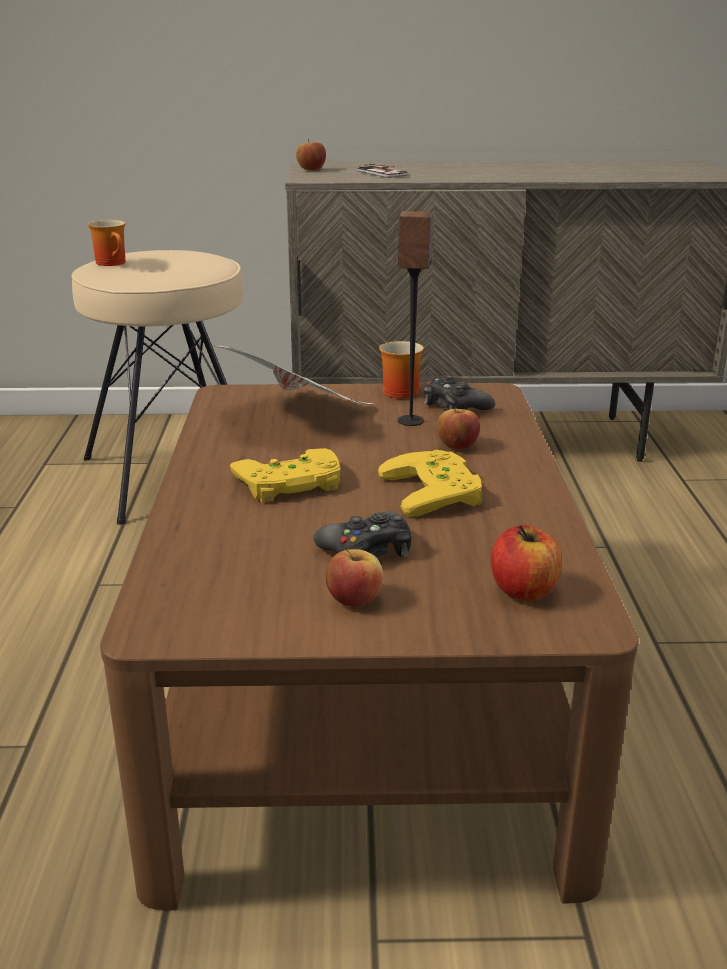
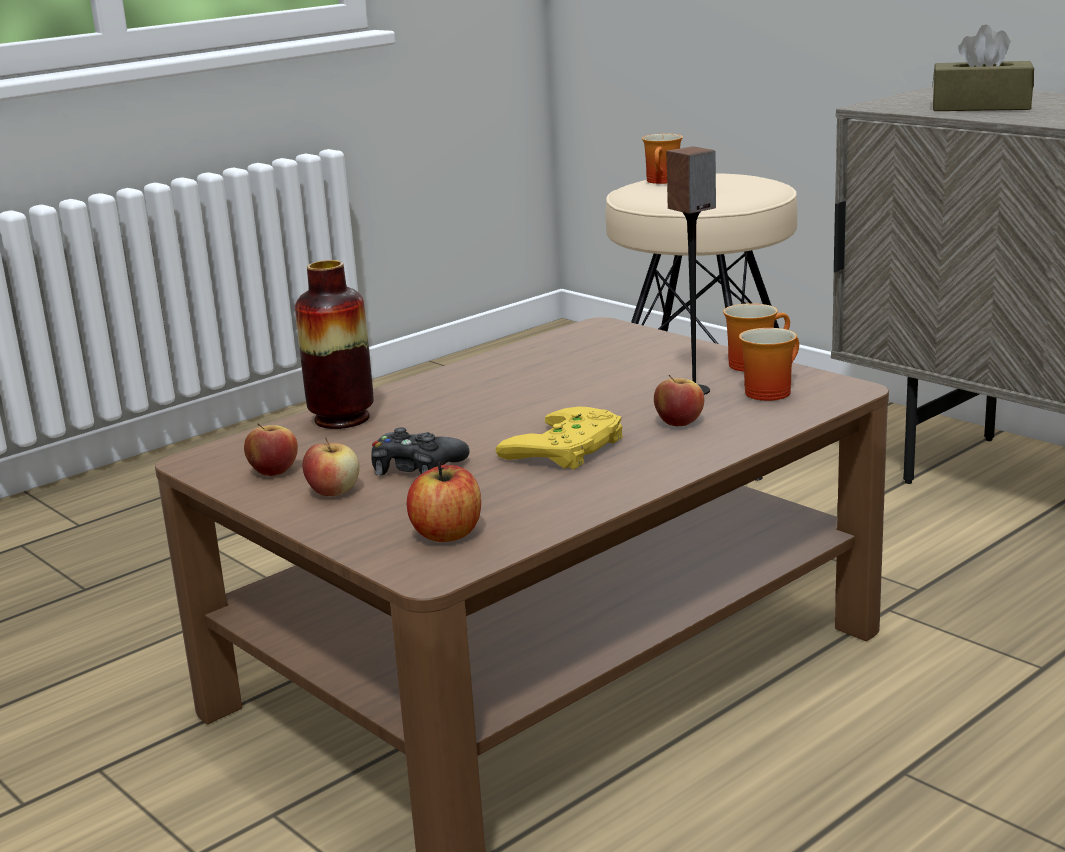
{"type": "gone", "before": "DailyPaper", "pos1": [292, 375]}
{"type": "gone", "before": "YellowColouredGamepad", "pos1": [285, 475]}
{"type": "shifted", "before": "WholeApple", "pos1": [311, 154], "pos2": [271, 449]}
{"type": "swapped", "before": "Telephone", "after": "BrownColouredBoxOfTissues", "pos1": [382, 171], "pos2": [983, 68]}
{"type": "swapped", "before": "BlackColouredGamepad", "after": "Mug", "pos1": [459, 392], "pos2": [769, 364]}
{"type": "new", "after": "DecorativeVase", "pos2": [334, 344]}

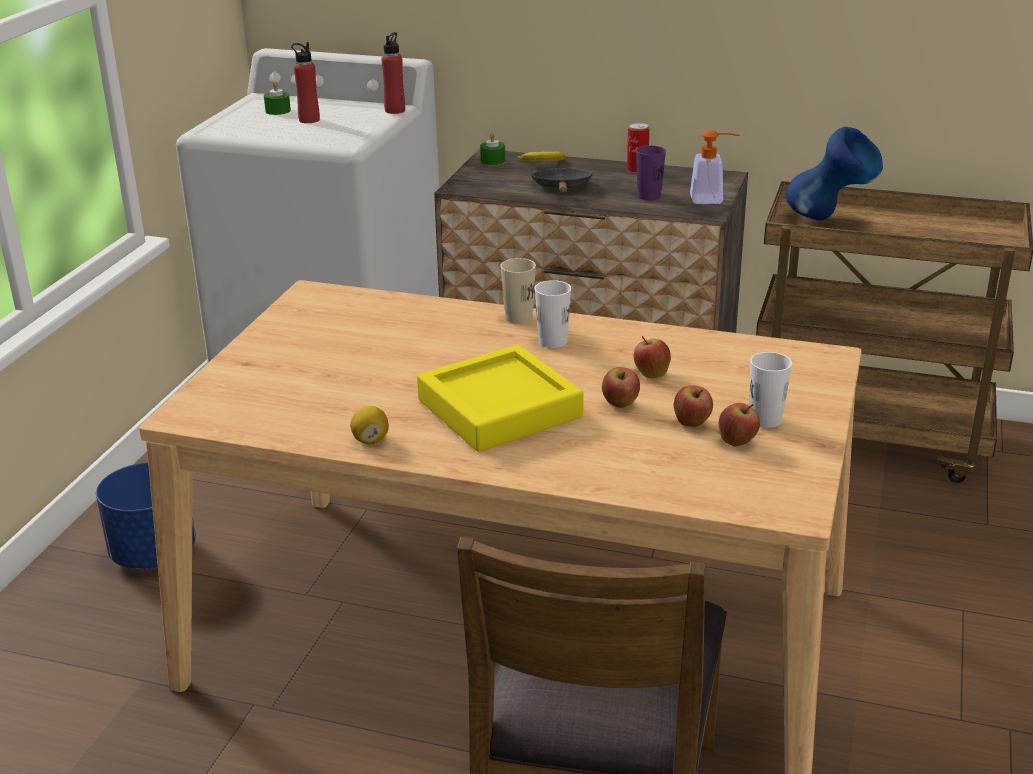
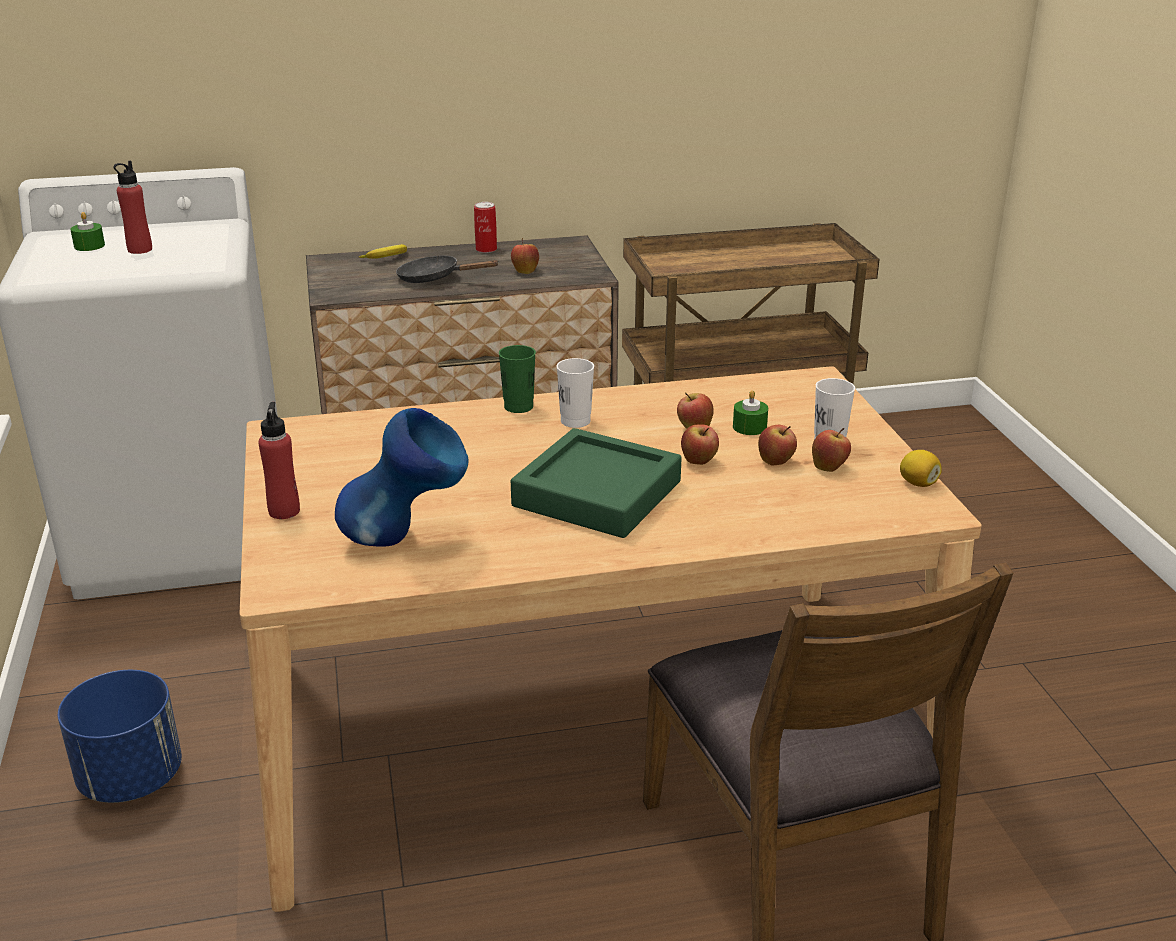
{"type": "shifted", "before": "WholeLemon", "pos1": [369, 425], "pos2": [921, 468]}
{"type": "shifted", "before": "RedColouredBottle", "pos1": [393, 73], "pos2": [279, 460]}
{"type": "repainted", "before": "YellowColouredServingTray", "after": "GreenServingTray", "pos1": [500, 398], "pos2": [596, 483]}
{"type": "shifted", "before": "GreenWaxCandle", "pos1": [492, 148], "pos2": [750, 412]}
{"type": "repainted", "before": "SandColouredCup", "after": "GreenCup", "pos1": [518, 291], "pos2": [517, 379]}
{"type": "rotated", "before": "BlackColouredSkillet", "pos1": [562, 180], "pos2": [447, 269], "turn": -45}
{"type": "swapped", "before": "PurplishCup", "after": "WholeApple", "pos1": [651, 172], "pos2": [525, 256]}
{"type": "gone", "before": "LiquidSoapBottle", "pos1": [715, 167]}
{"type": "shifted", "before": "BluishDecorativeVase", "pos1": [834, 173], "pos2": [402, 477]}

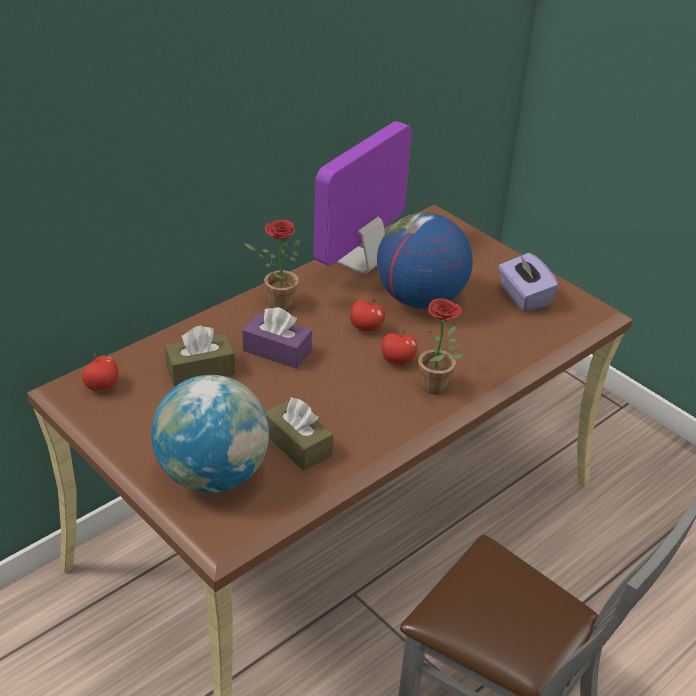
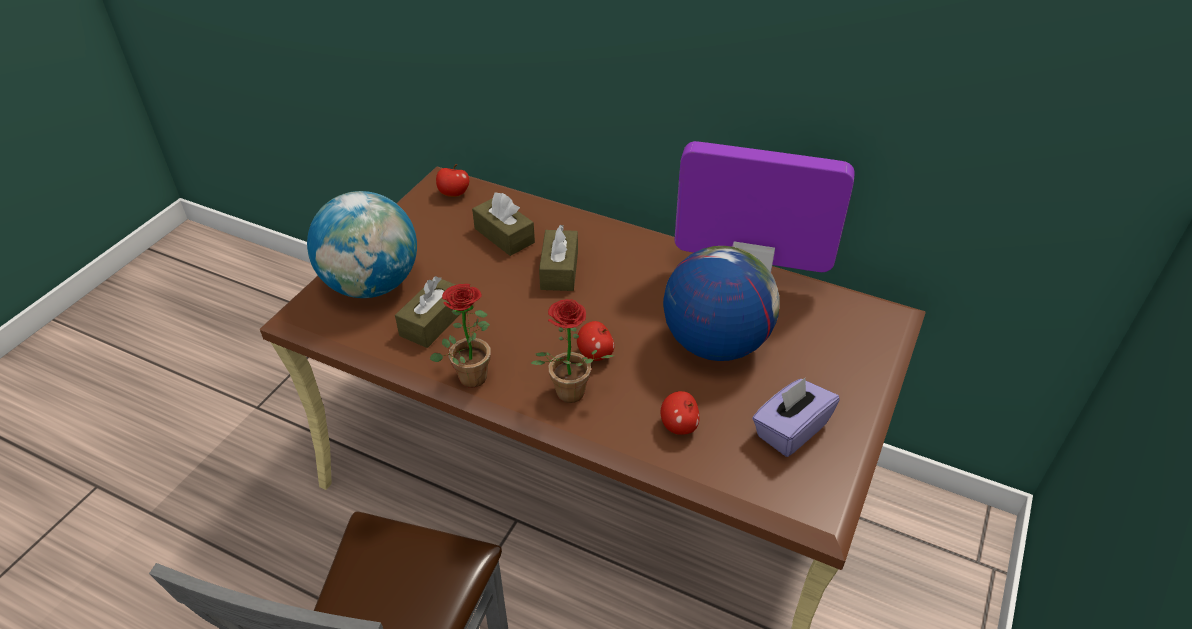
{"type": "repainted", "before": "PurplishBoxOfTissues", "after": "BrownColouredBoxOfTissues", "pos1": [277, 338], "pos2": [558, 258]}
{"type": "shifted", "before": "Houseplant", "pos1": [272, 265], "pos2": [460, 335]}
{"type": "shifted", "before": "WholeApple", "pos1": [367, 315], "pos2": [680, 413]}

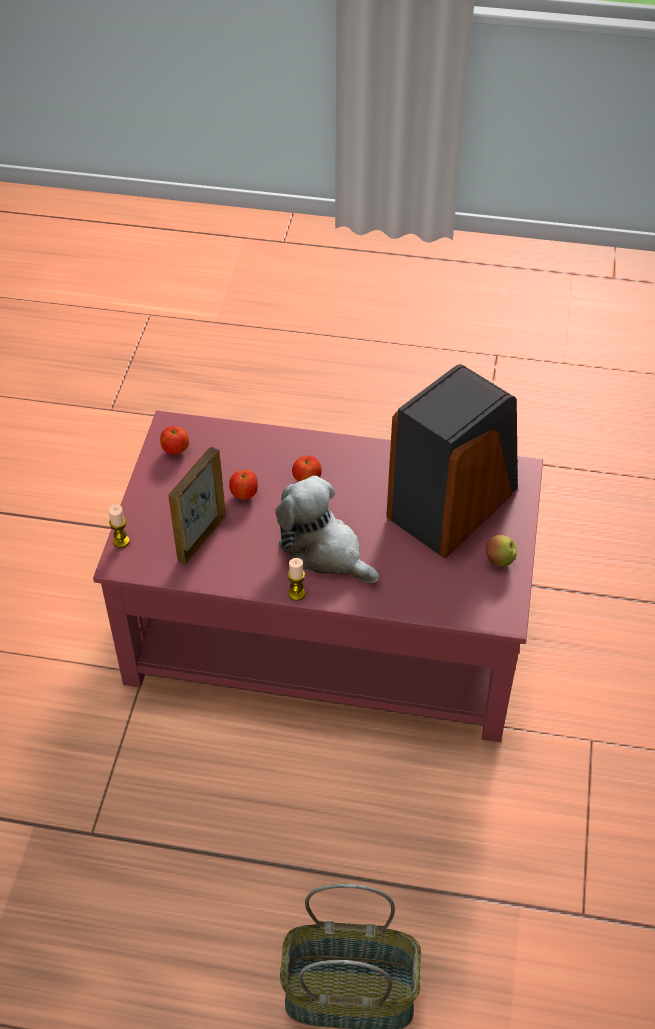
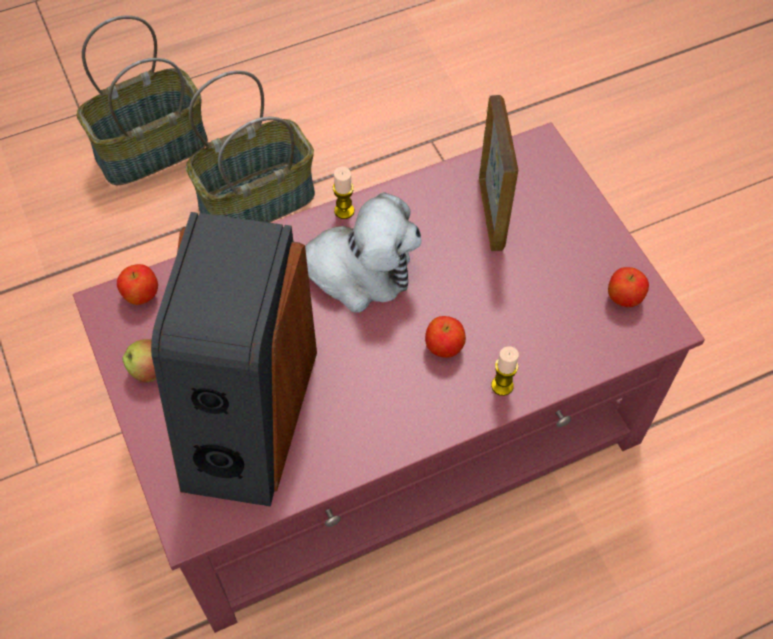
{"type": "shifted", "before": "WaxCandle", "pos1": [119, 526], "pos2": [505, 371]}
{"type": "shifted", "before": "WholeApple", "pos1": [243, 485], "pos2": [137, 284]}
{"type": "new", "after": "HouseholdBasket", "pos2": [250, 146]}

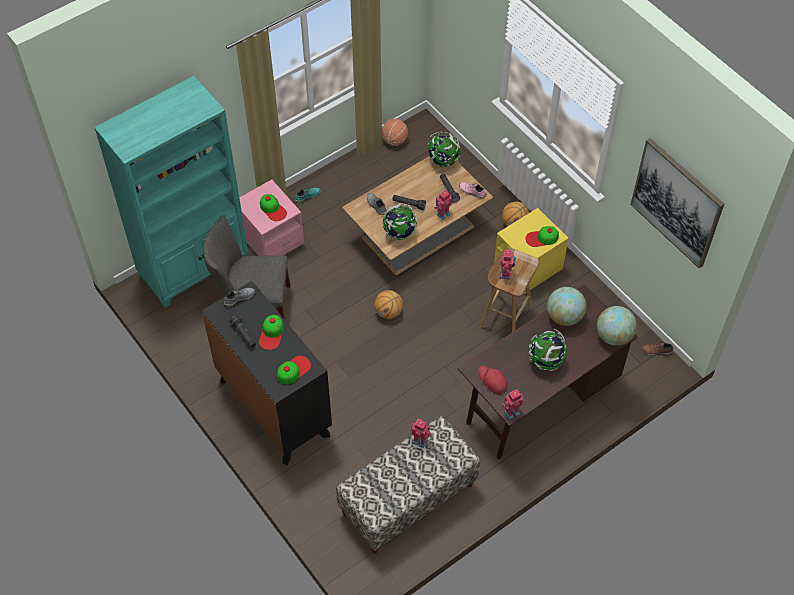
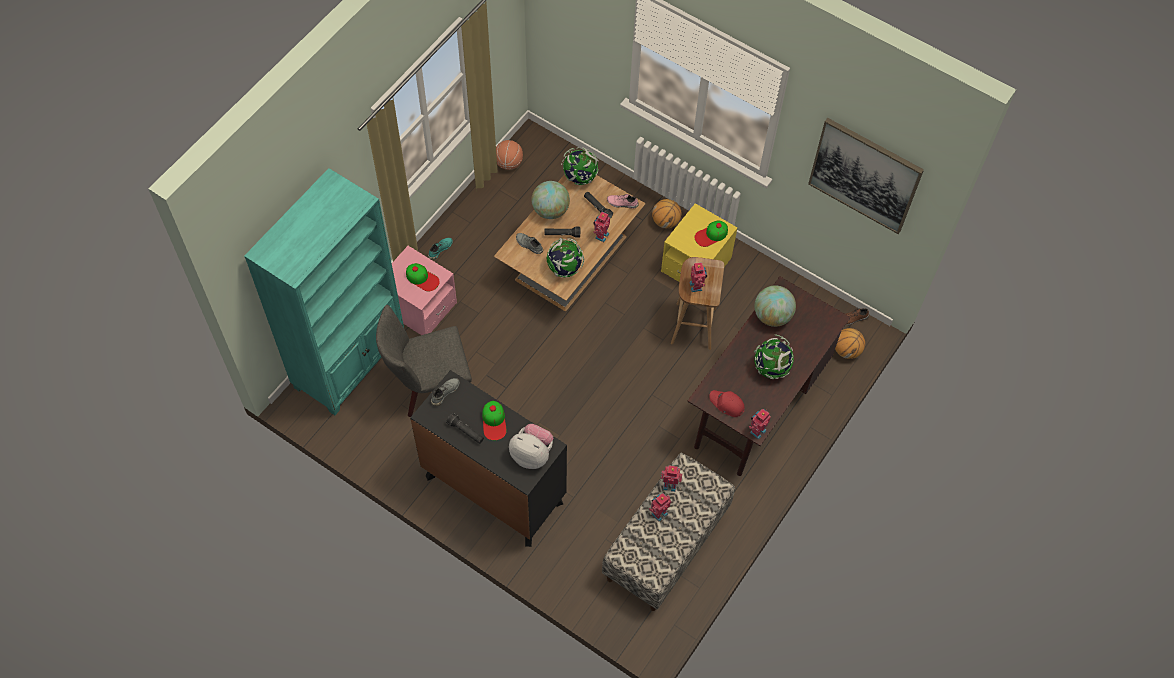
{"type": "swapped", "before": "Cap", "after": "PlushToy", "pos1": [294, 370], "pos2": [531, 446]}
{"type": "shifted", "before": "Basketball", "pos1": [388, 304], "pos2": [850, 343]}
{"type": "shifted", "before": "DeskGlobe", "pos1": [617, 326], "pos2": [551, 200]}
{"type": "new", "after": "ModelRobot", "pos2": [660, 507]}

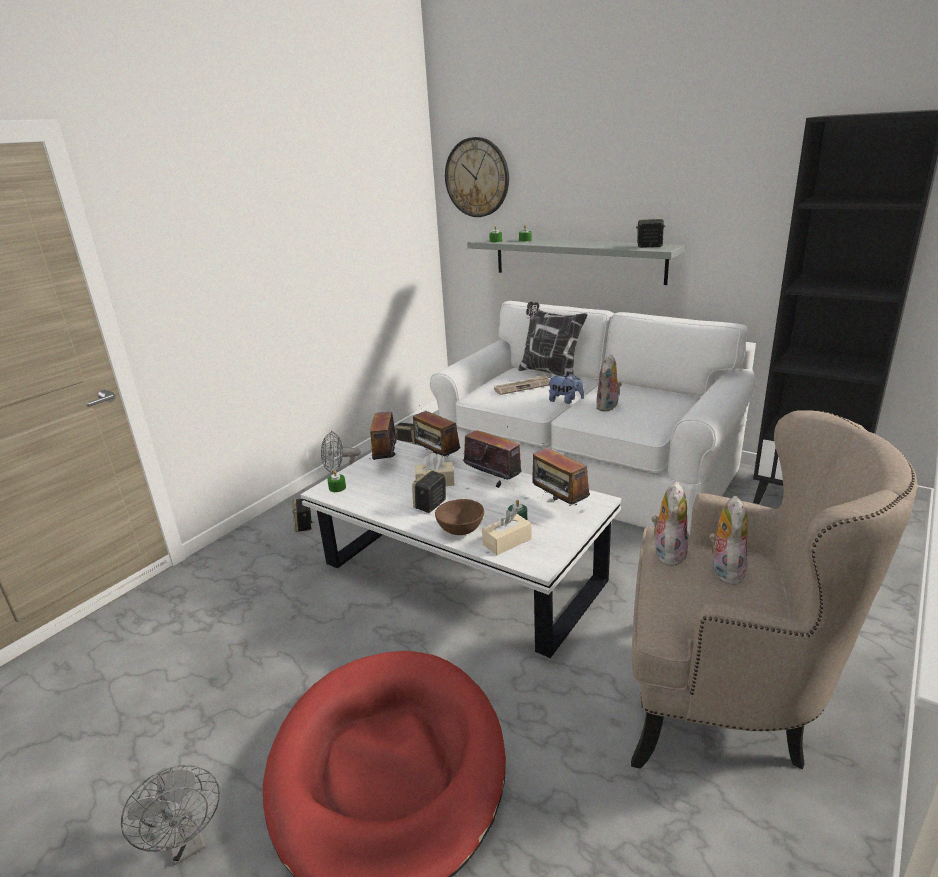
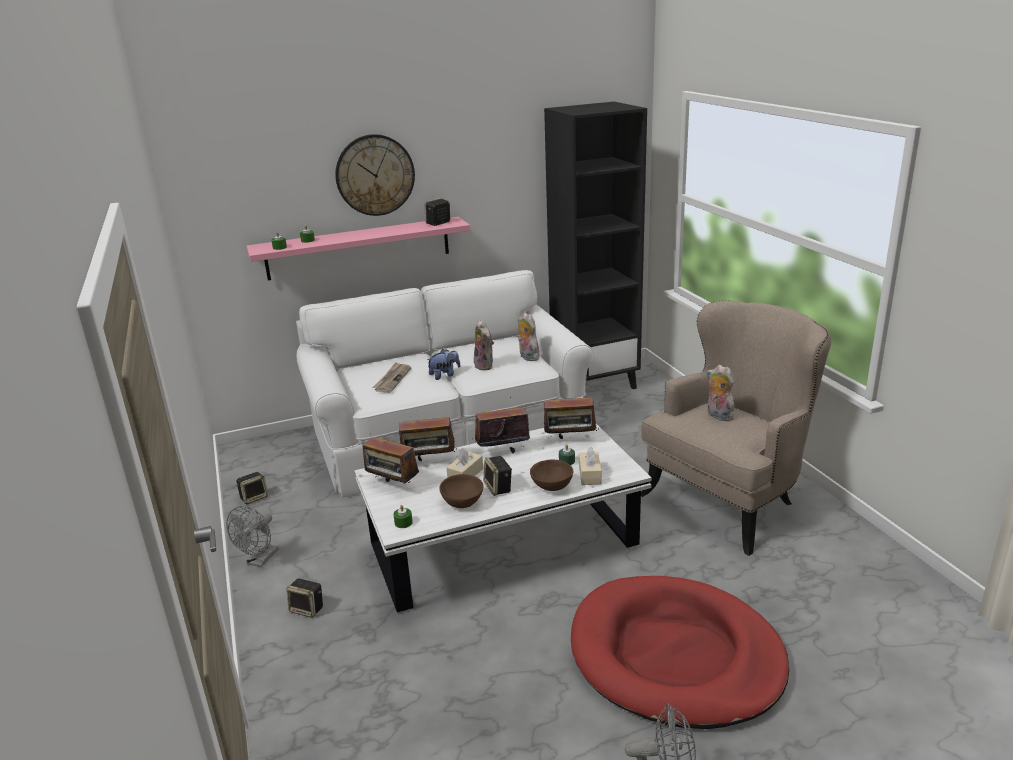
{"type": "shifted", "before": "ClockOnTheWall", "pos1": [477, 177], "pos2": [375, 175]}
{"type": "repainted", "before": "GreyShelf", "after": "PinkColouredShelf", "pos1": [576, 261], "pos2": [358, 249]}
{"type": "gone", "before": "Cushion", "pos1": [553, 339]}
{"type": "shifted", "before": "PlushToy", "pos1": [670, 523], "pos2": [529, 337]}
{"type": "new", "after": "BrownColouredServingBowl", "pos2": [461, 491]}

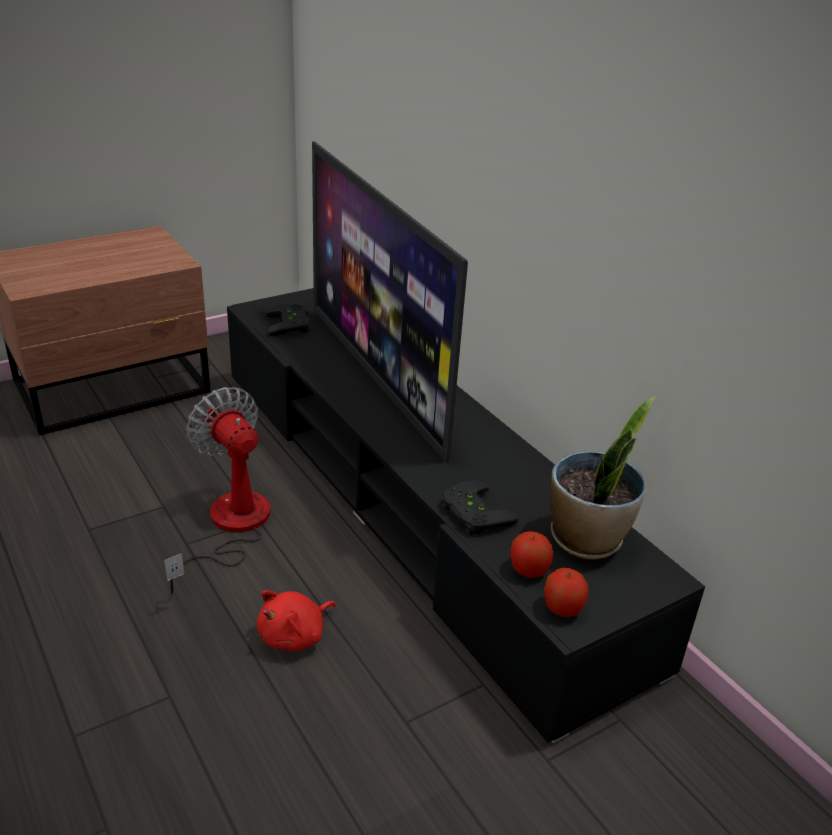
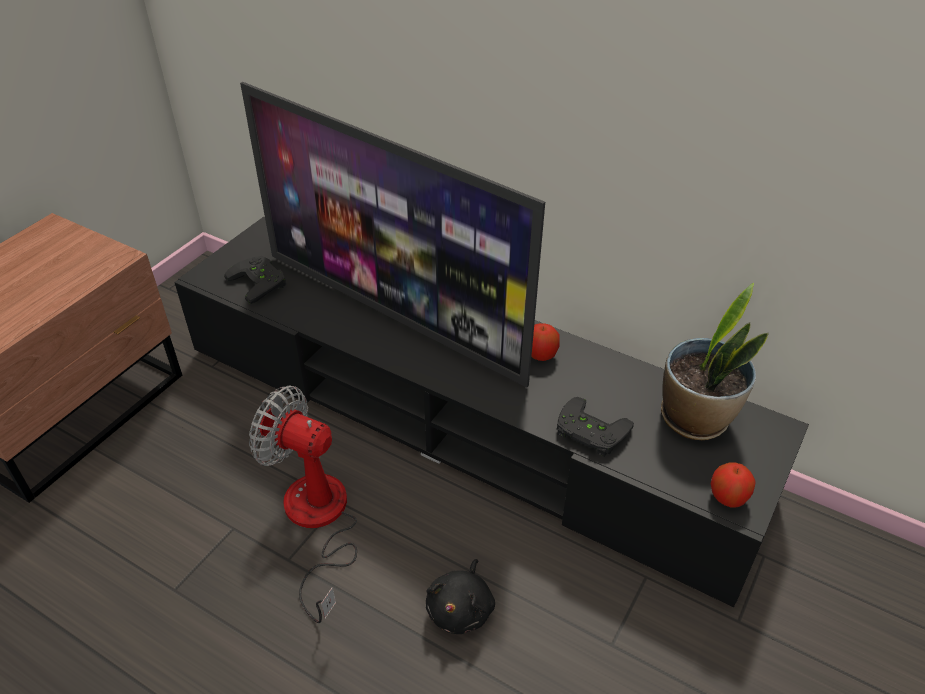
{"type": "repainted", "before": "RedColouredPlushToy", "after": "BlackColouredPlushToy", "pos1": [296, 620], "pos2": [460, 596]}
{"type": "shifted", "before": "WholeApple", "pos1": [531, 554], "pos2": [545, 342]}

